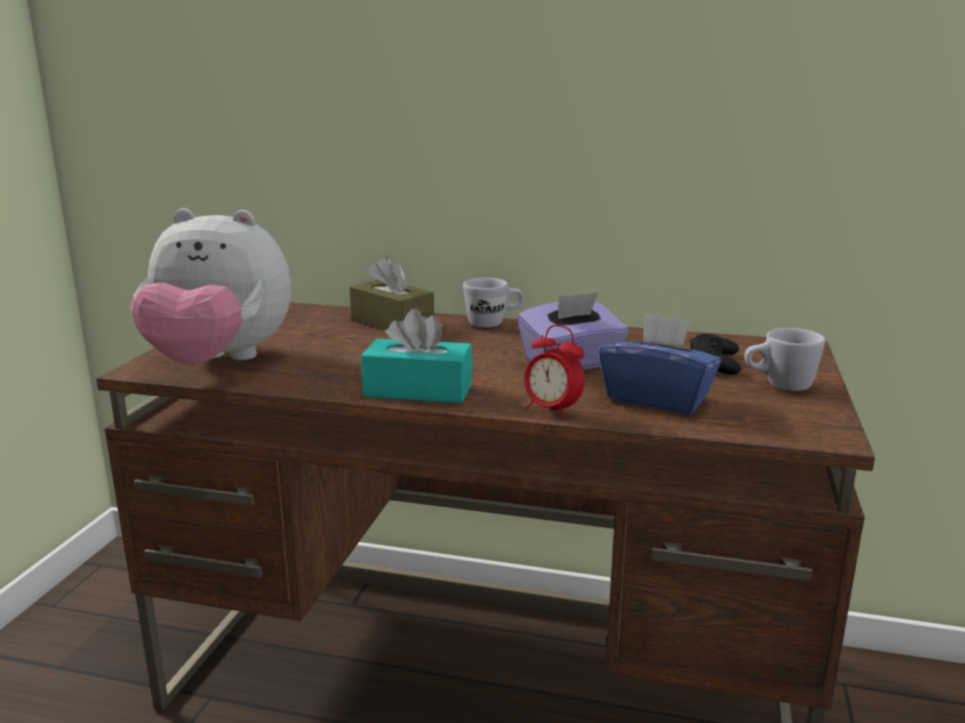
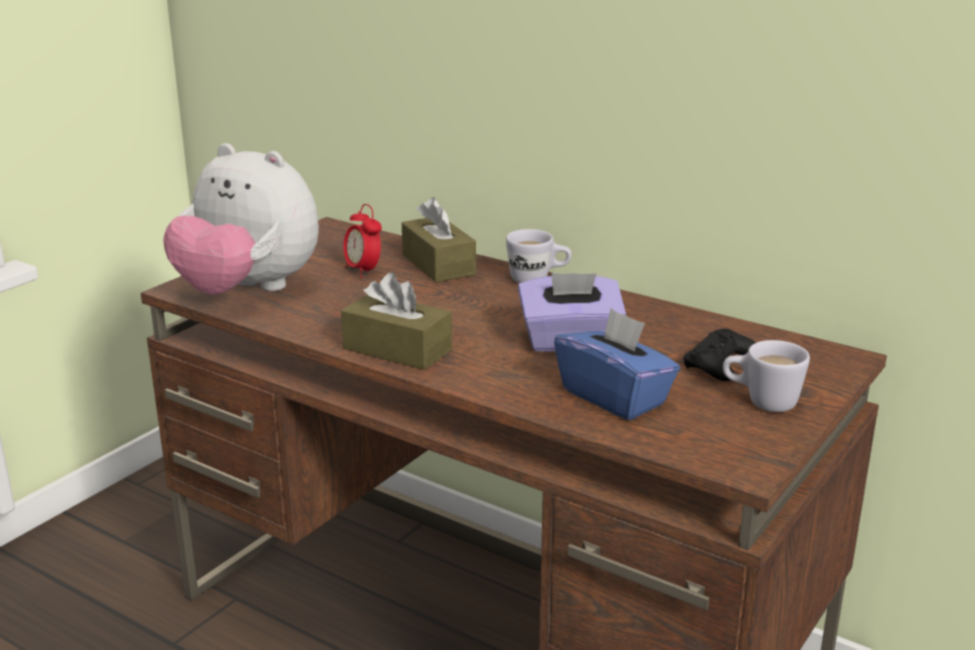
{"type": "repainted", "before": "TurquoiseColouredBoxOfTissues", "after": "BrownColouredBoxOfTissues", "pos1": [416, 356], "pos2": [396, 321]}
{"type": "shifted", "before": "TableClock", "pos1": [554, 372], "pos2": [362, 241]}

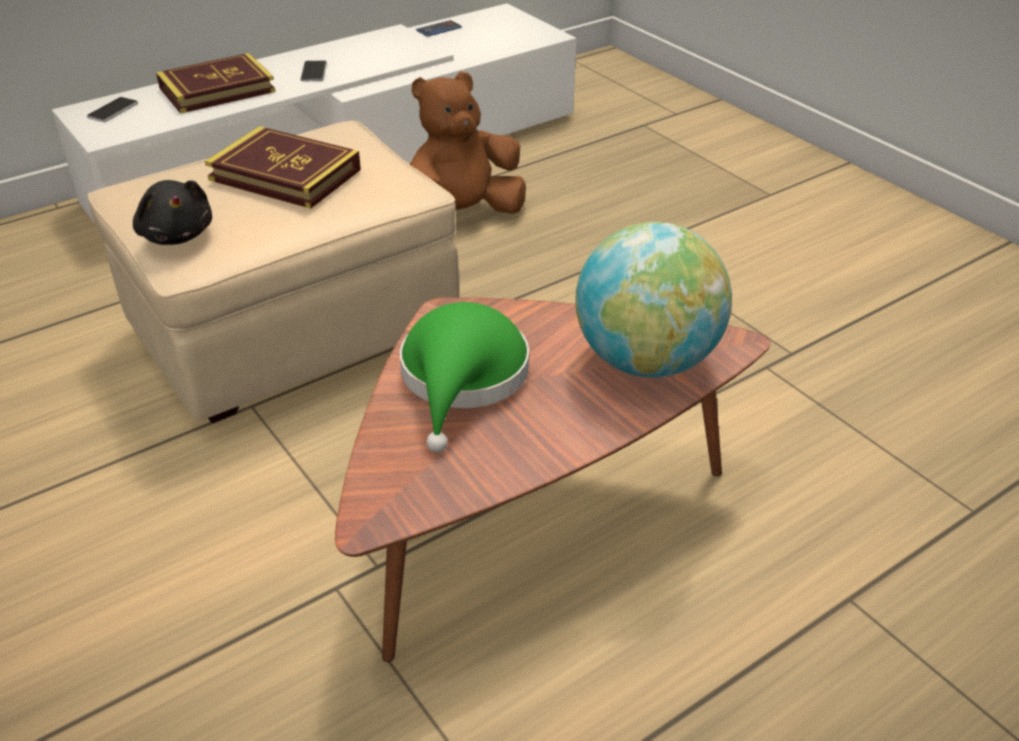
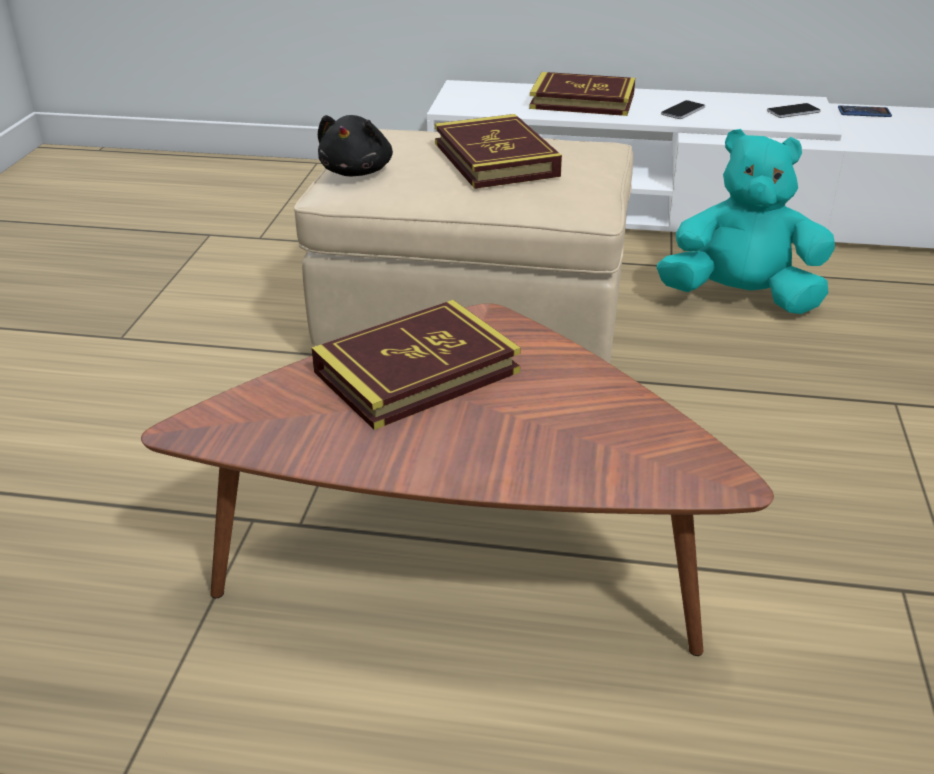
{"type": "shifted", "before": "Telephone", "pos1": [112, 109], "pos2": [793, 110]}
{"type": "swapped", "before": "GreenClothingHat", "after": "Book", "pos1": [464, 377], "pos2": [416, 365]}
{"type": "repainted", "before": "BrownColouredPlushToy", "after": "TurquoiseColouredPlushToy", "pos1": [468, 143], "pos2": [746, 221]}
{"type": "gone", "before": "DeskGlobe", "pos1": [653, 299]}

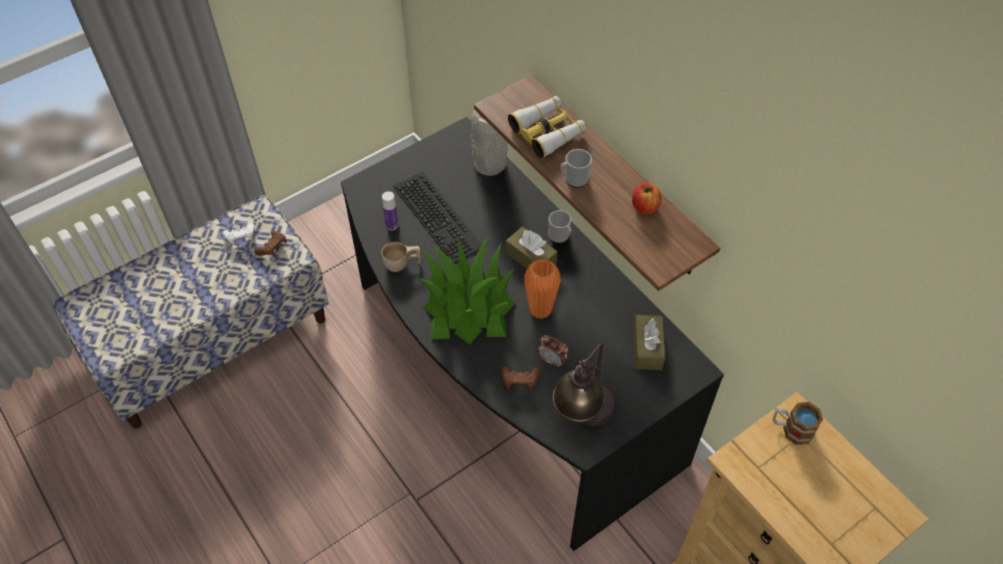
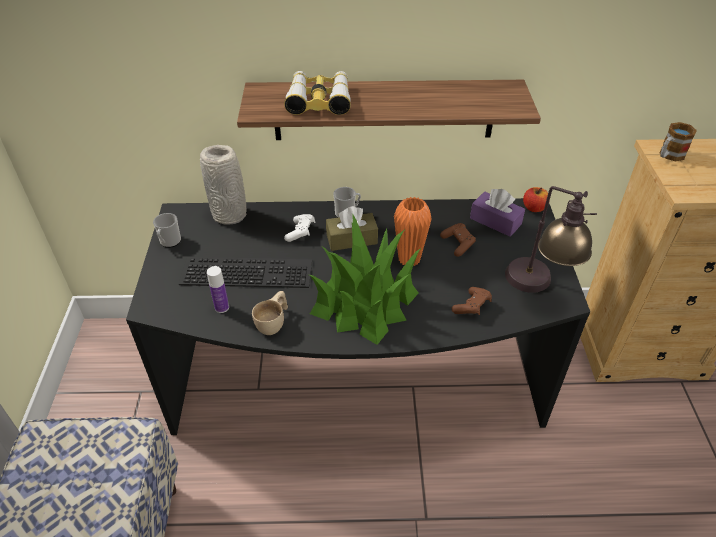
{"type": "shifted", "before": "WhiteGamepad", "pos1": [238, 234], "pos2": [299, 228]}
{"type": "shifted", "before": "BrownColouredGamepad", "pos1": [270, 243], "pos2": [458, 240]}
{"type": "gone", "before": "TableClock", "pos1": [553, 351]}
{"type": "shifted", "before": "Mug", "pos1": [576, 168], "pos2": [167, 230]}
{"type": "shifted", "before": "WholeApple", "pos1": [646, 198], "pos2": [535, 199]}
{"type": "repainted", "before": "BrownColouredBoxOfTissues", "after": "PurplishBoxOfTissues", "pos1": [649, 342], "pos2": [497, 213]}

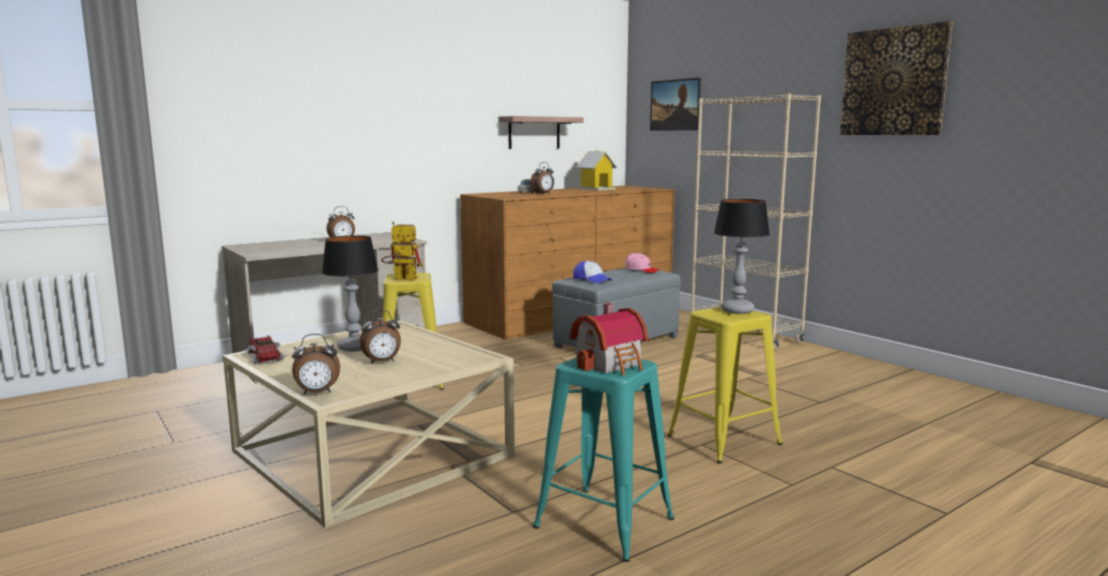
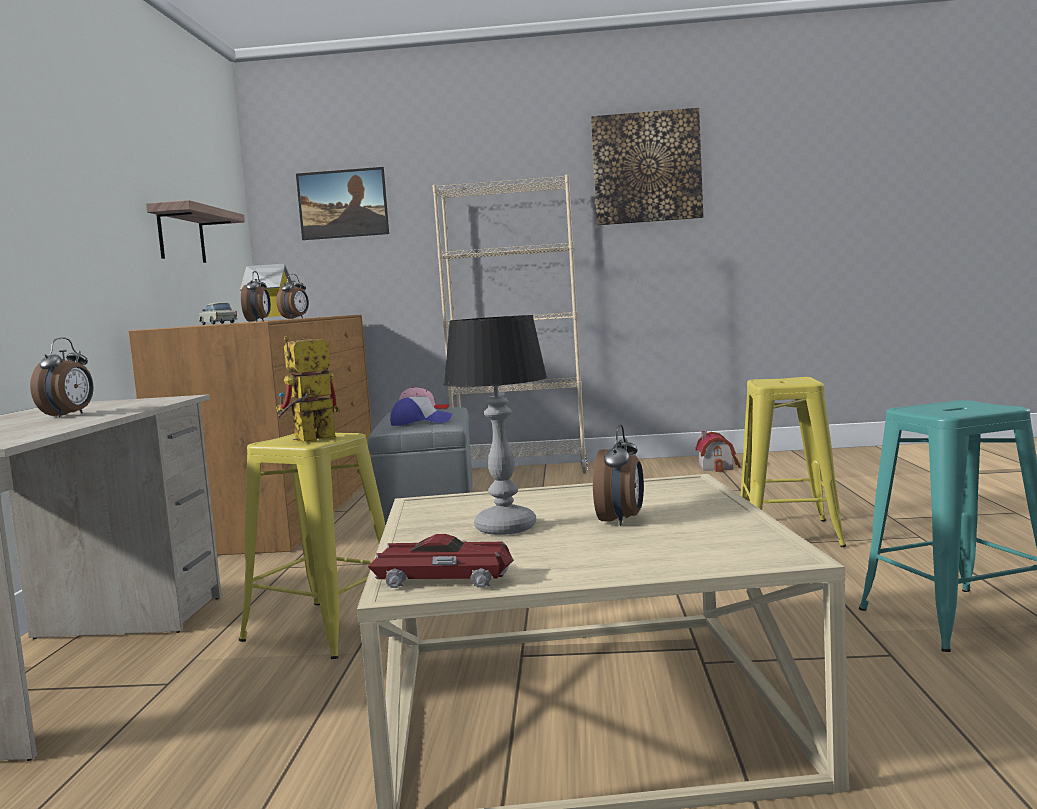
{"type": "shifted", "before": "TableClock", "pos1": [316, 364], "pos2": [292, 296]}
{"type": "shifted", "before": "ToyHouse", "pos1": [608, 338], "pos2": [718, 451]}
{"type": "gone", "before": "TabletopLamp", "pos1": [742, 256]}

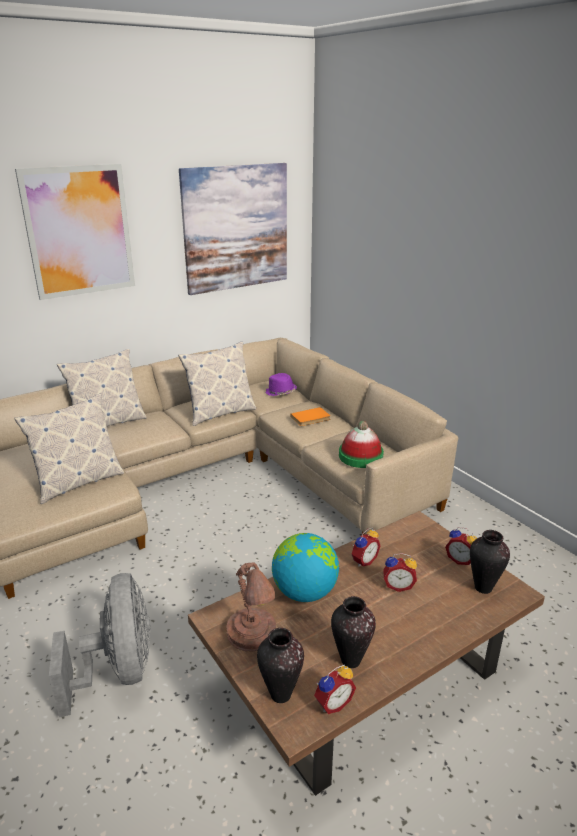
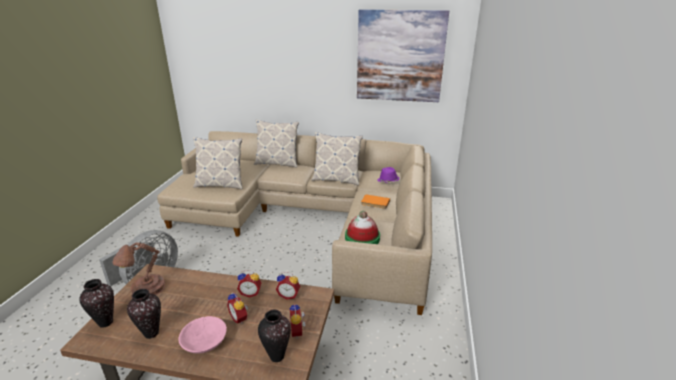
{"type": "gone", "before": "WallPicture", "pos1": [75, 232]}
{"type": "gone", "before": "DeskGlobe", "pos1": [305, 567]}
{"type": "shifted", "before": "TableClock", "pos1": [335, 689], "pos2": [288, 286]}
{"type": "new", "after": "PinkColouredServingBowl", "pos2": [202, 335]}

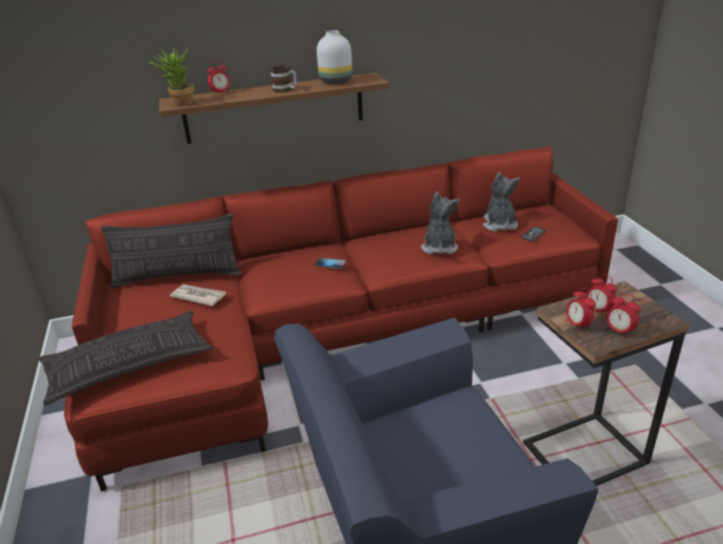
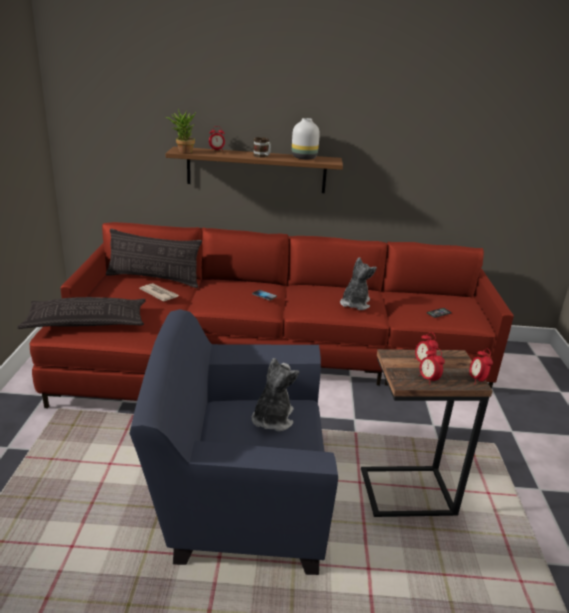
{"type": "shifted", "before": "PlushToy", "pos1": [501, 201], "pos2": [275, 395]}
{"type": "shifted", "before": "TableClock", "pos1": [581, 310], "pos2": [481, 365]}

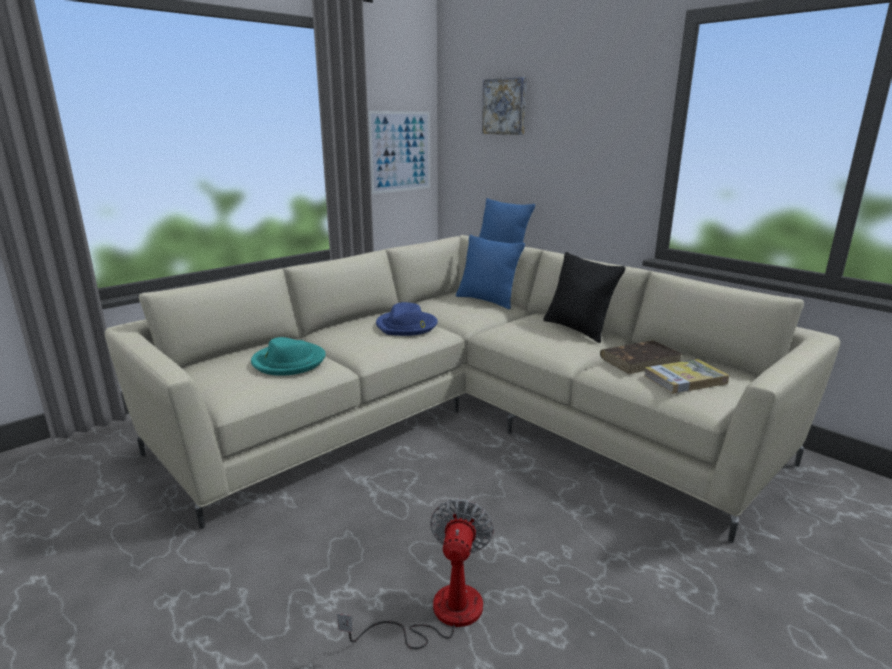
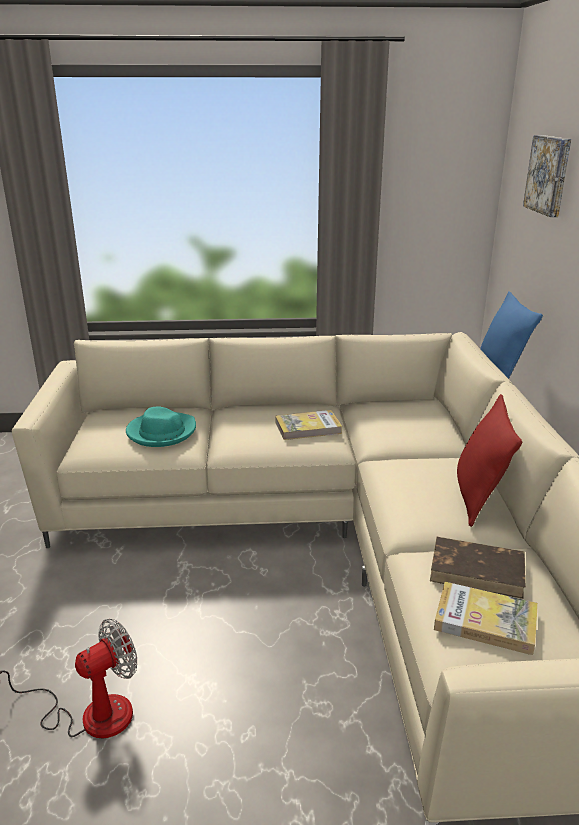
{"type": "gone", "before": "WallPicture", "pos1": [399, 152]}
{"type": "swapped", "before": "BluishClothingHat", "after": "Book", "pos1": [407, 319], "pos2": [308, 425]}
{"type": "gone", "before": "BluishCushion", "pos1": [490, 272]}
{"type": "repainted", "before": "BlackColouredCushion", "after": "RedColouredCushion", "pos1": [584, 297], "pos2": [489, 460]}

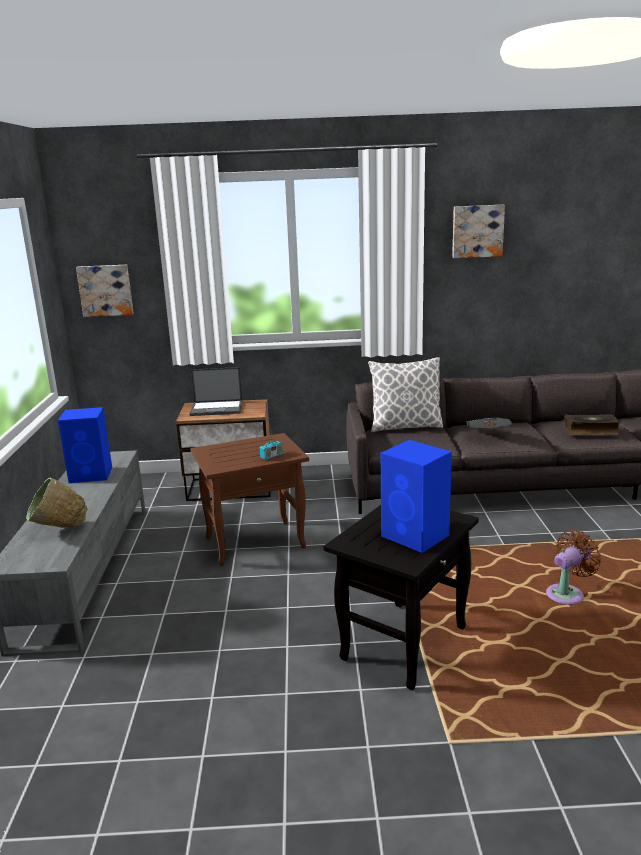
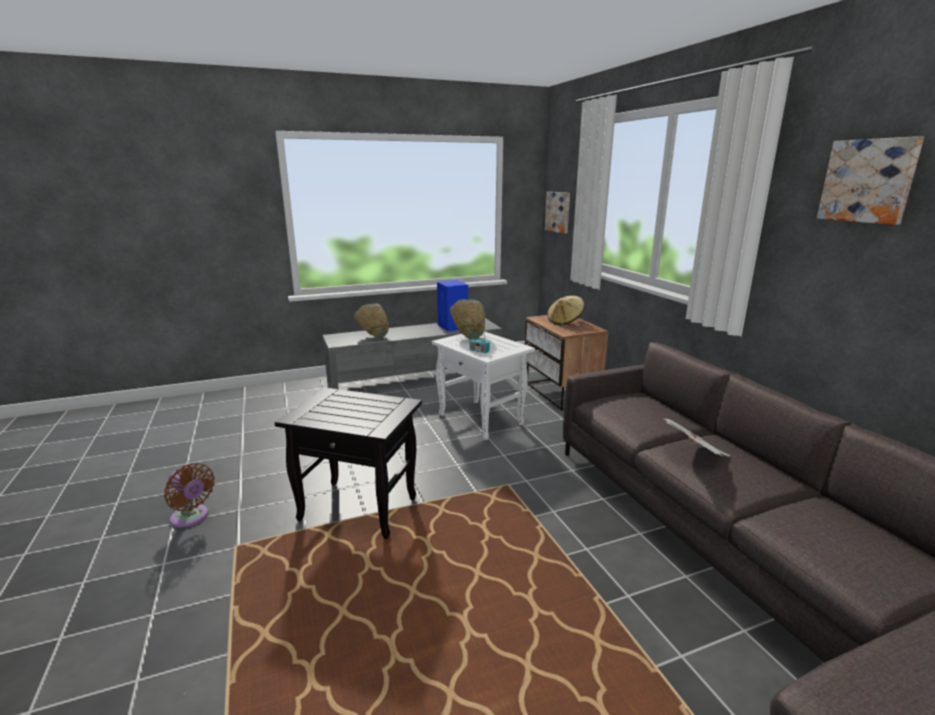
{"type": "swapped", "before": "PortableComputer", "after": "SandColouredClothingHat", "pos1": [216, 391], "pos2": [566, 310]}
{"type": "repainted", "before": "BrownColouredSideTable", "after": "WhiteSideTable", "pos1": [250, 500], "pos2": [483, 386]}
{"type": "gone", "before": "Cushion", "pos1": [405, 394]}
{"type": "gone", "before": "BluishSpeaker", "pos1": [416, 496]}
{"type": "shifted", "before": "BrownColouredFan", "pos1": [573, 567], "pos2": [189, 495]}
{"type": "gone", "before": "Book", "pos1": [592, 425]}
{"type": "new", "after": "GreenServingBowl", "pos2": [467, 319]}

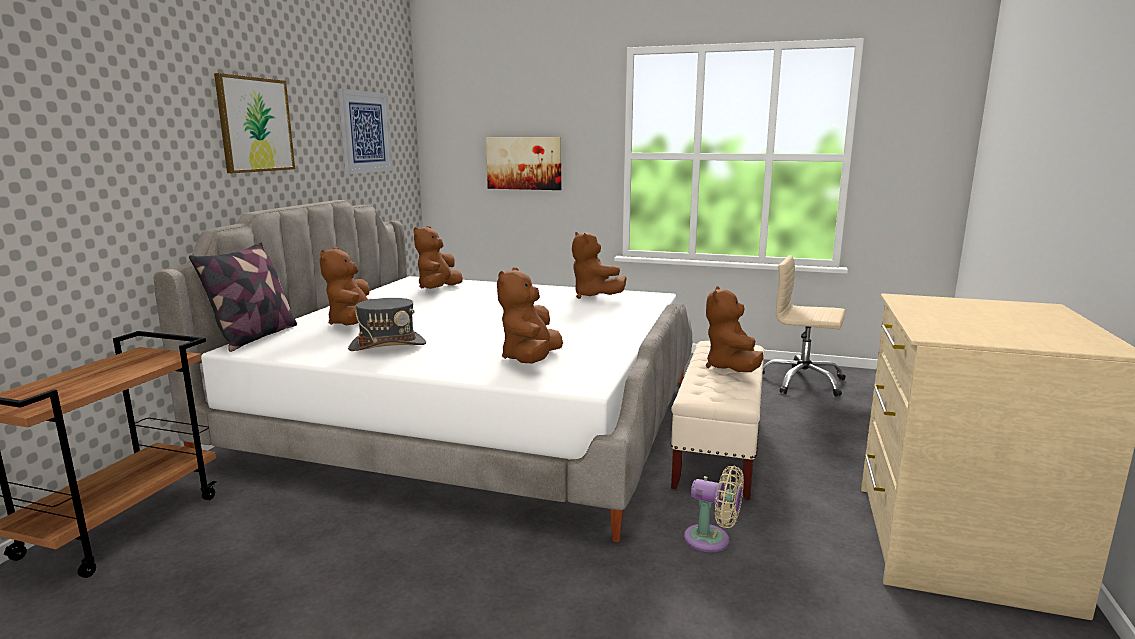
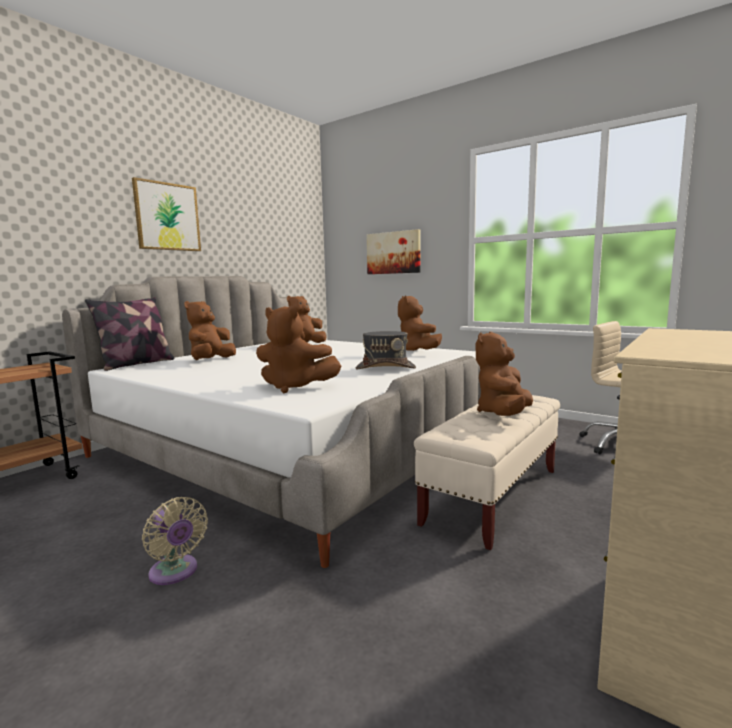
{"type": "gone", "before": "WallPicture", "pos1": [365, 131]}
{"type": "shifted", "before": "GreyClothingHat", "pos1": [387, 324], "pos2": [386, 350]}
{"type": "rotated", "before": "BrownColouredPlushToy", "pos1": [530, 315], "pos2": [298, 349], "turn": -105}
{"type": "shifted", "before": "SandColouredFan", "pos1": [714, 509], "pos2": [175, 541]}

